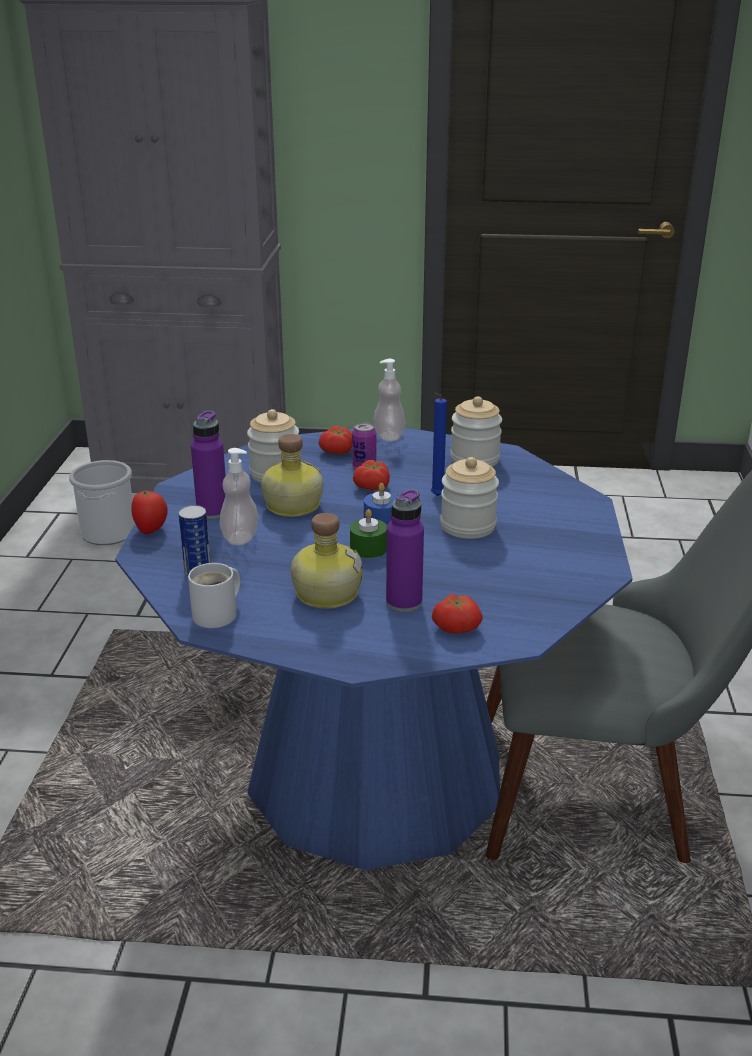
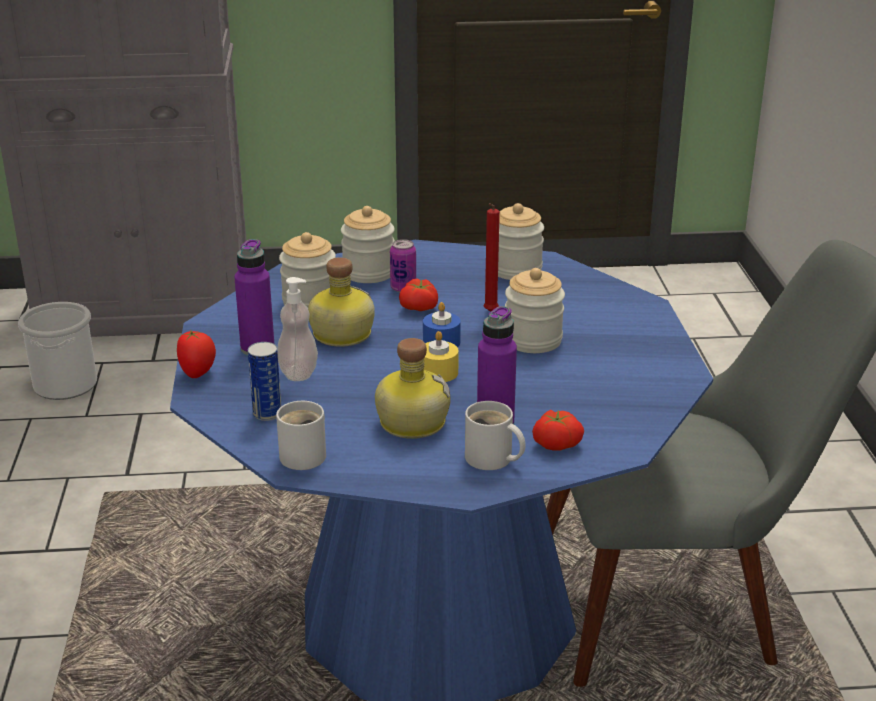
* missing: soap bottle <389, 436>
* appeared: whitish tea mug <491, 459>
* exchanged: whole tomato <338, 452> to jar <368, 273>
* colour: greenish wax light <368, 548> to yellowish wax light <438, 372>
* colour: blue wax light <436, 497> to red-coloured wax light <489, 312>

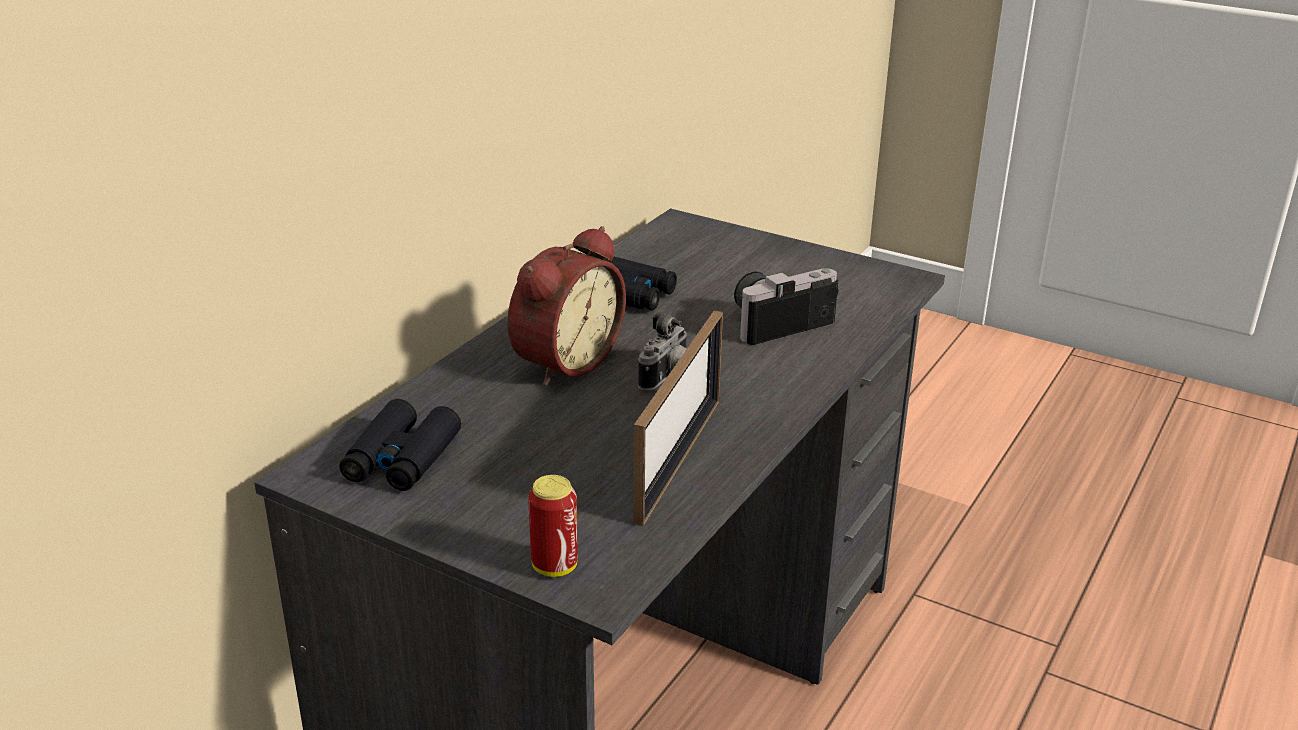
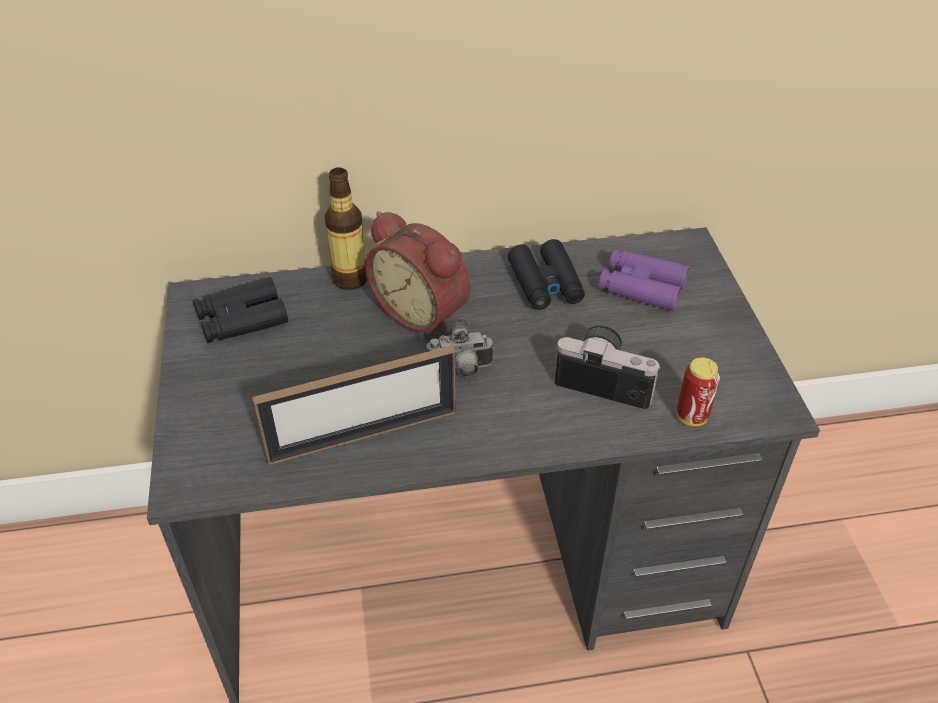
* appeared: beverage bottle <350, 279>
* appeared: purple pair of binoculars <641, 287>
* relocated: sealed can <554, 567> to <691, 416>
* spun: table clock <563, 361> = <423, 312> 45 degrees clockwise

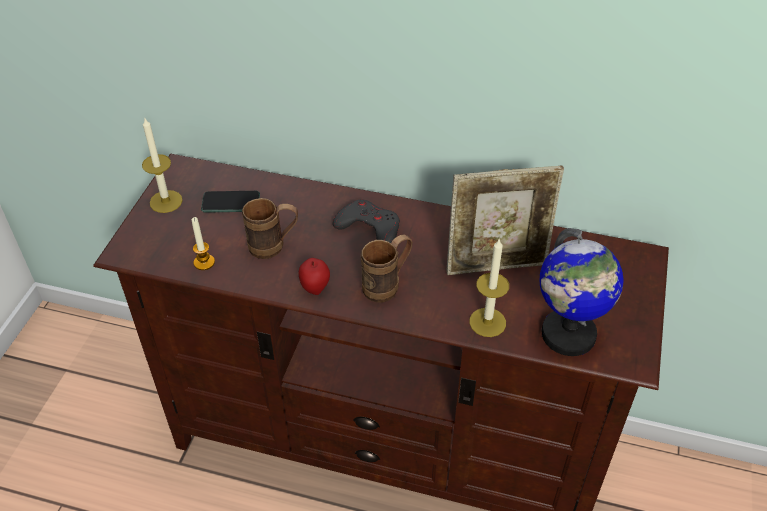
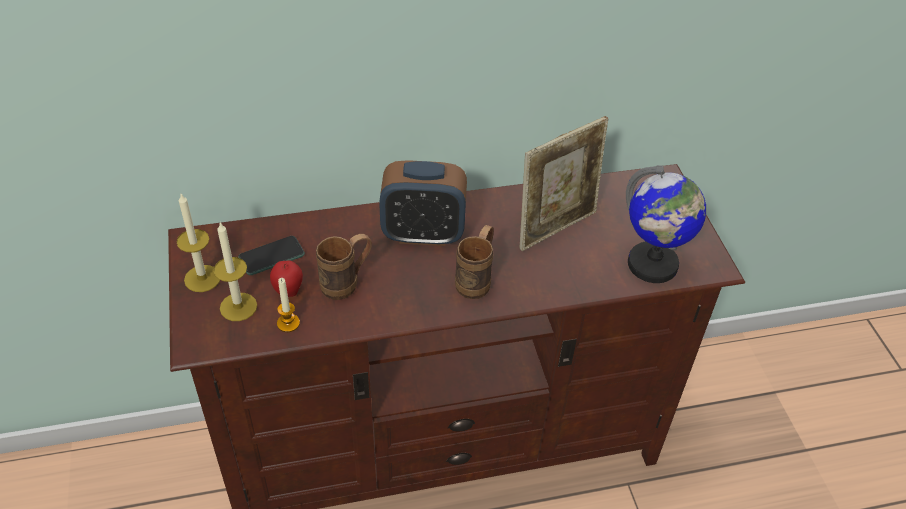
* relocated: apple fruit <315, 288> to <288, 291>
* relocated: wax light <487, 322> to <238, 307>
* exchanged: gray gamepad <369, 228> to table clock <423, 234>

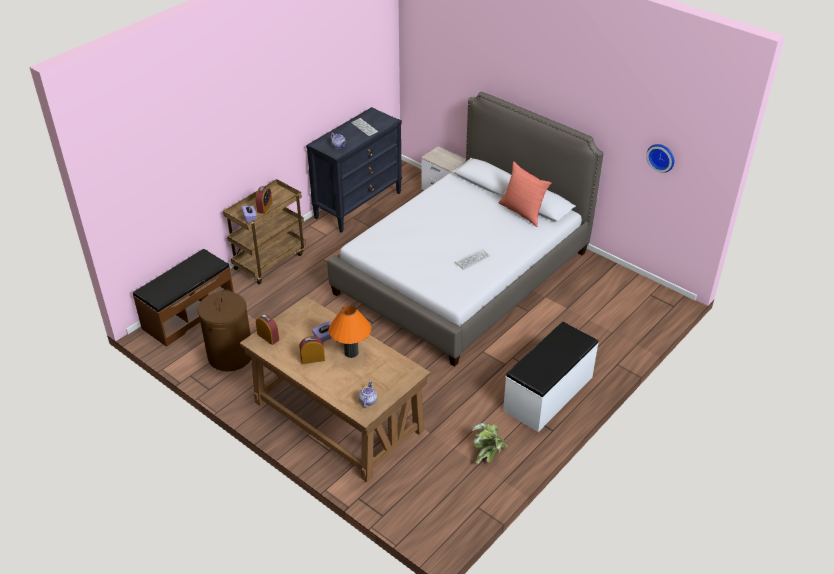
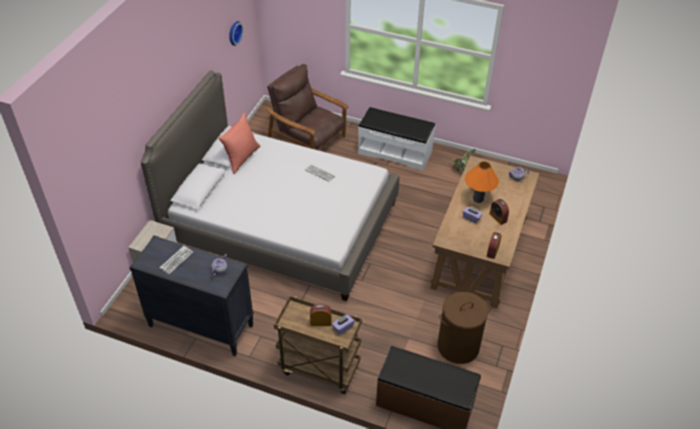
* appeared: brown-coloured lounge chair <308, 138>

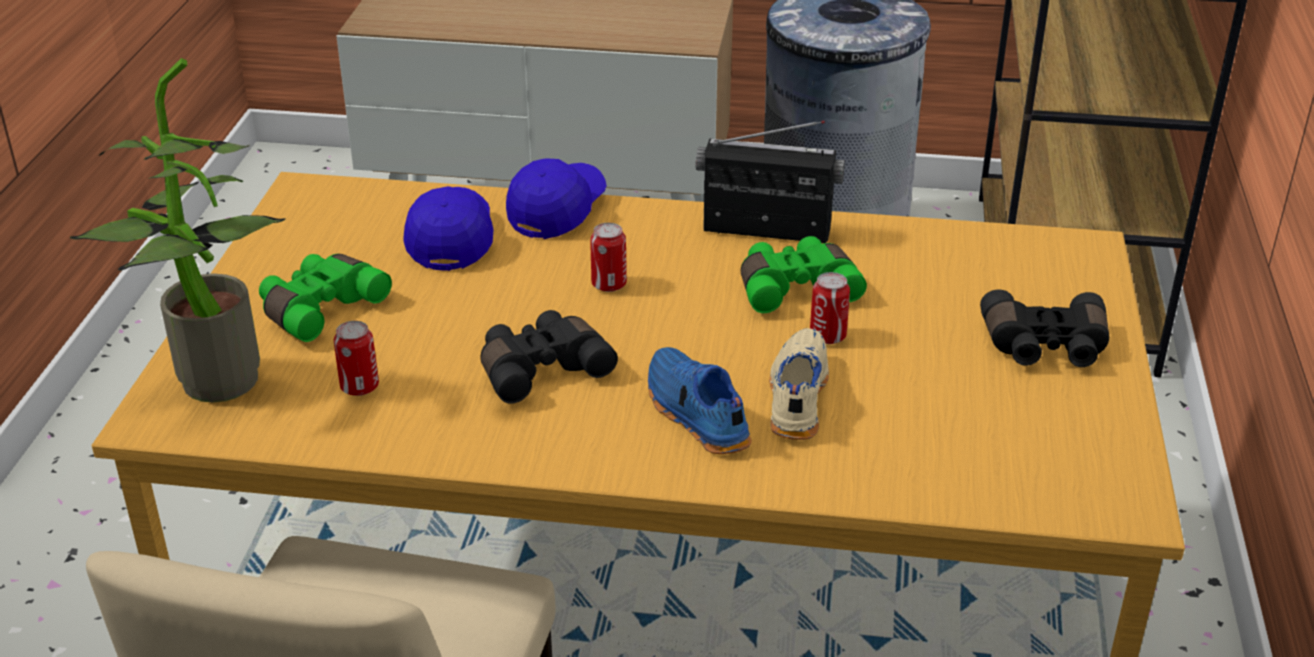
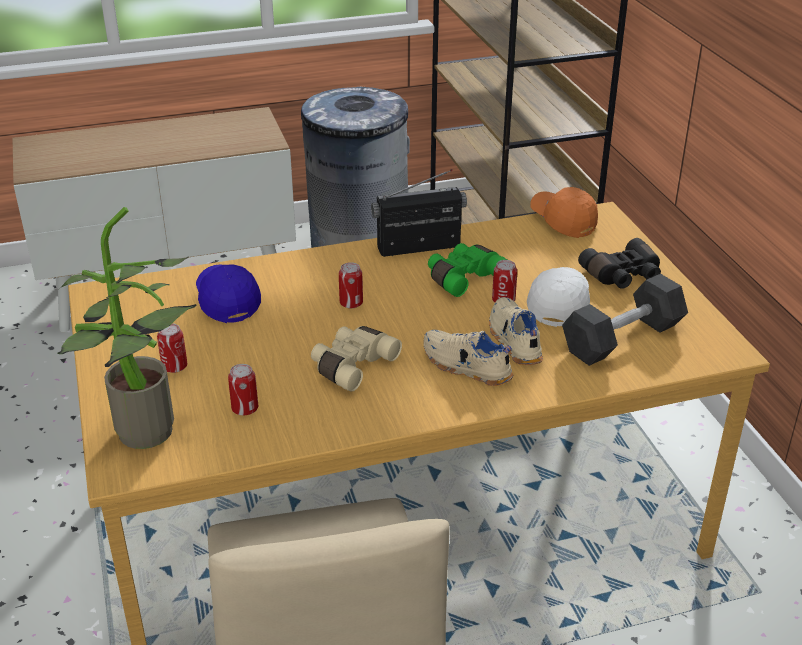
* missing: blue peaked cap <557, 211>
* appeared: whitish peaked cap <559, 304>
* appeared: orange peaked cap <562, 221>
* appeared: black-coloured dumbbell <622, 338>
* exchanged: greenish pair of binoculars <319, 308> to sealed can <174, 367>
* colour: black-coloured pair of binoculars <541, 368> to beige-coloured pair of binoculars <351, 365>
* colour: blue low shoe <694, 415> to beige-coloured low shoe <465, 367>

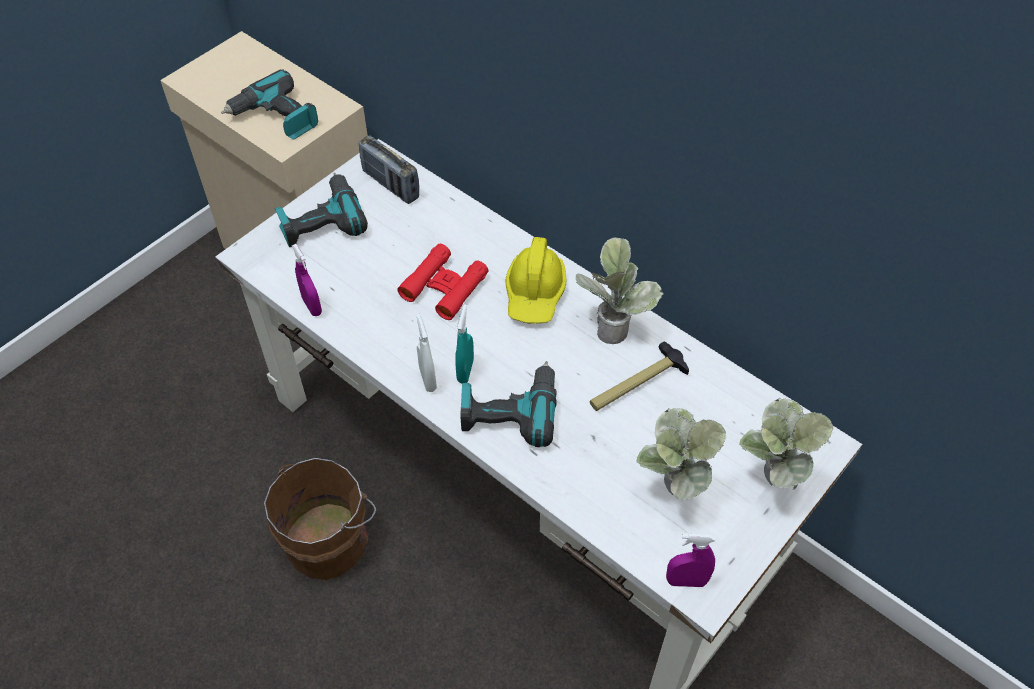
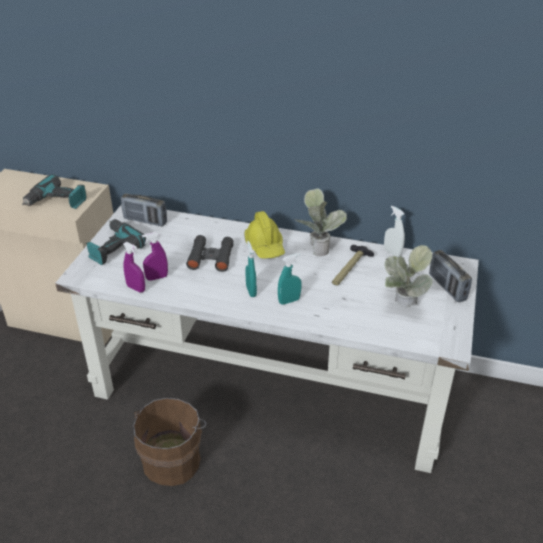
* relocated: whitish hand sprayer <428, 379> to <392, 253>
* relocated: purple hand sprayer <686, 581> to <157, 277>
* exchanged: drill <509, 410> to blue-green hand sprayer <289, 301>
* exchanged: houseplant <770, 479> to radio set <447, 287>
* colour: red-coloured pair of binoculars <444, 287> to black-coloured pair of binoculars <211, 257>

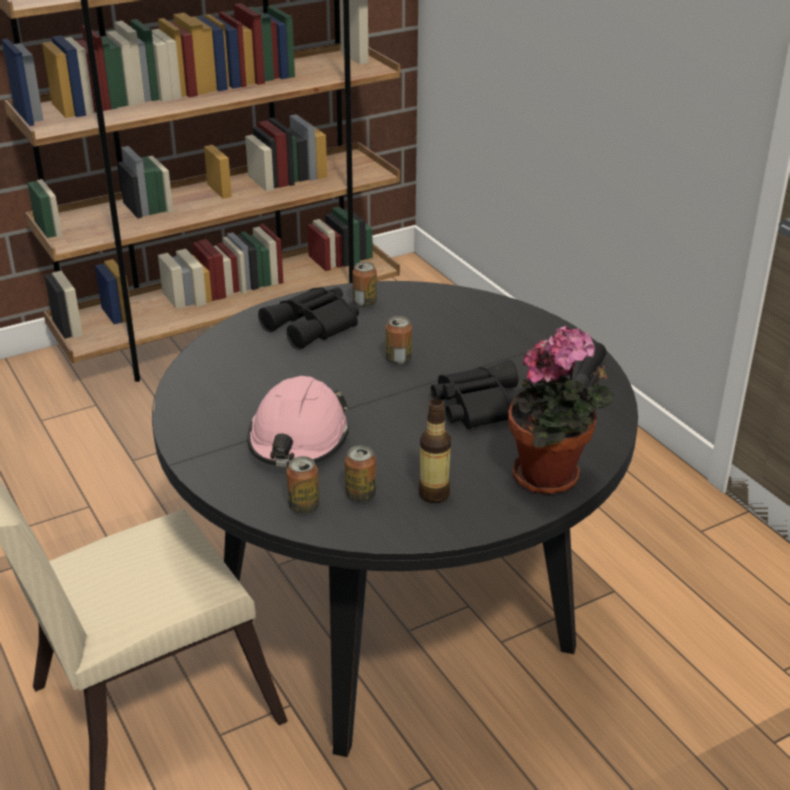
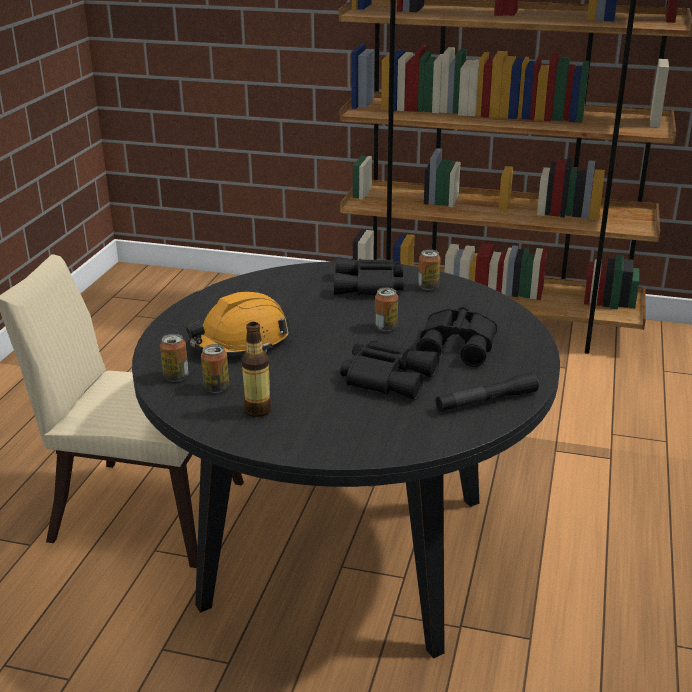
* missing: houseplant <552, 478>
* appeared: black-coloured pair of binoculars <459, 345>
* colour: pink work helmet <298, 440> to orange work helmet <240, 342>

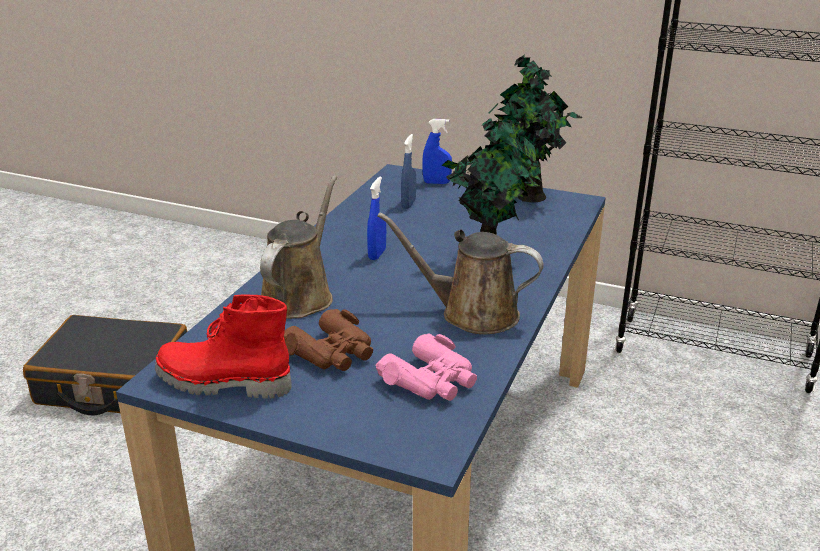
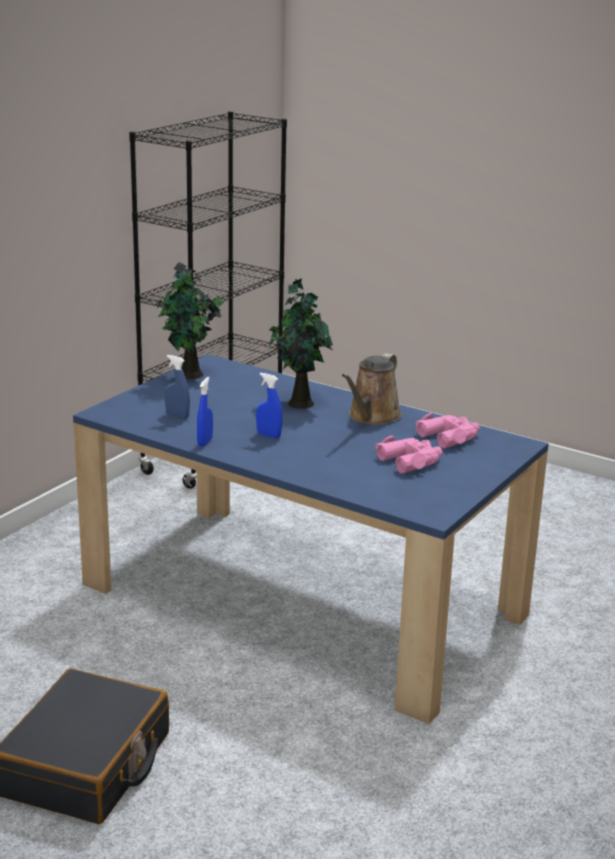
* missing: red-coloured boot <222, 383>
* missing: brown-coloured watering pot <299, 296>
* relocated: blue hand sprayer <436, 183> to <205, 442>
* colour: brown-coloured pair of binoculars <332, 352> to pink pair of binoculars <411, 461>

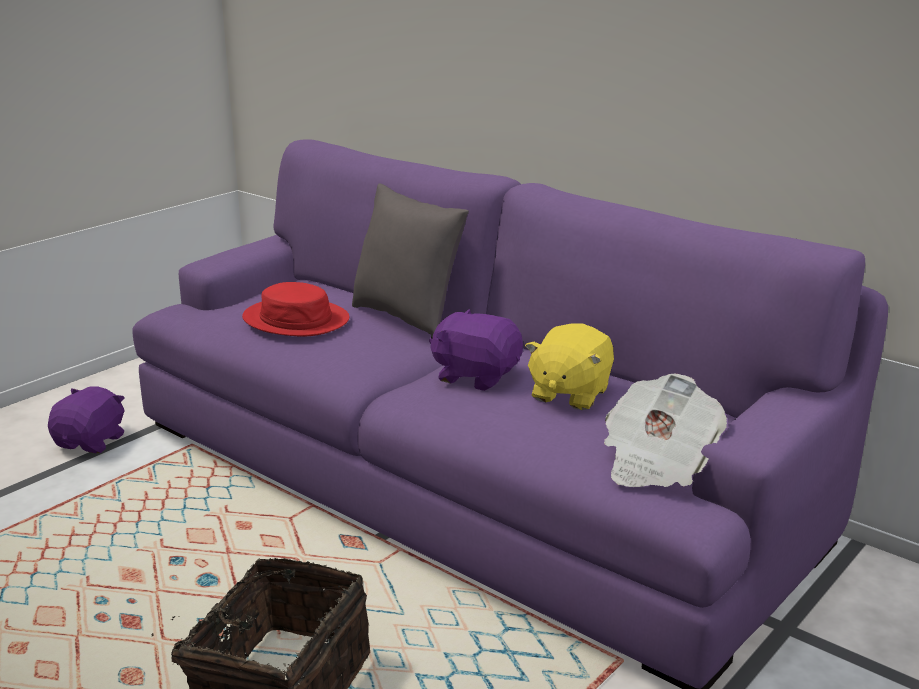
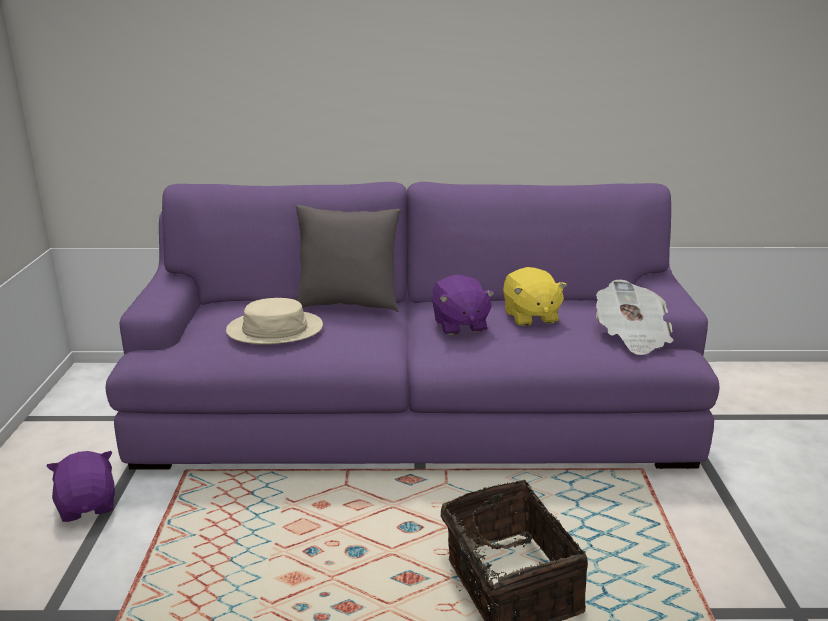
* colour: red-coloured hat <296, 319> to beige-coloured hat <275, 329>
* spun: purple plush toy <476, 376> = <459, 325> 90 degrees counterclockwise

